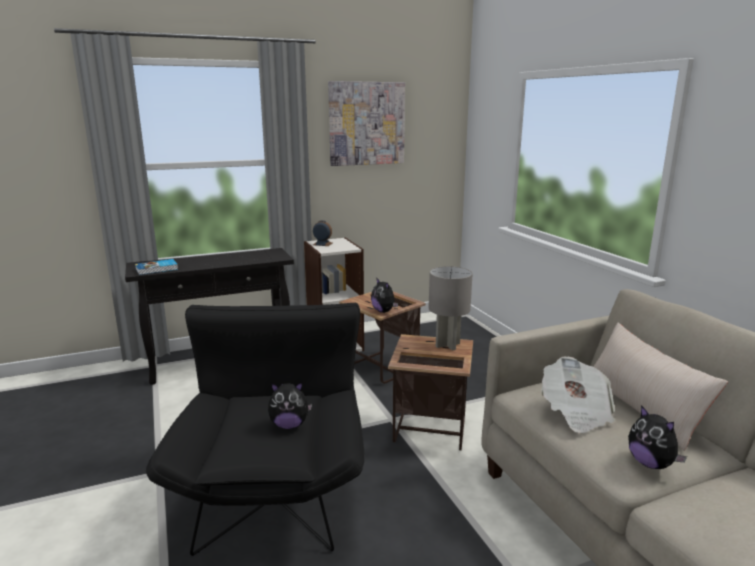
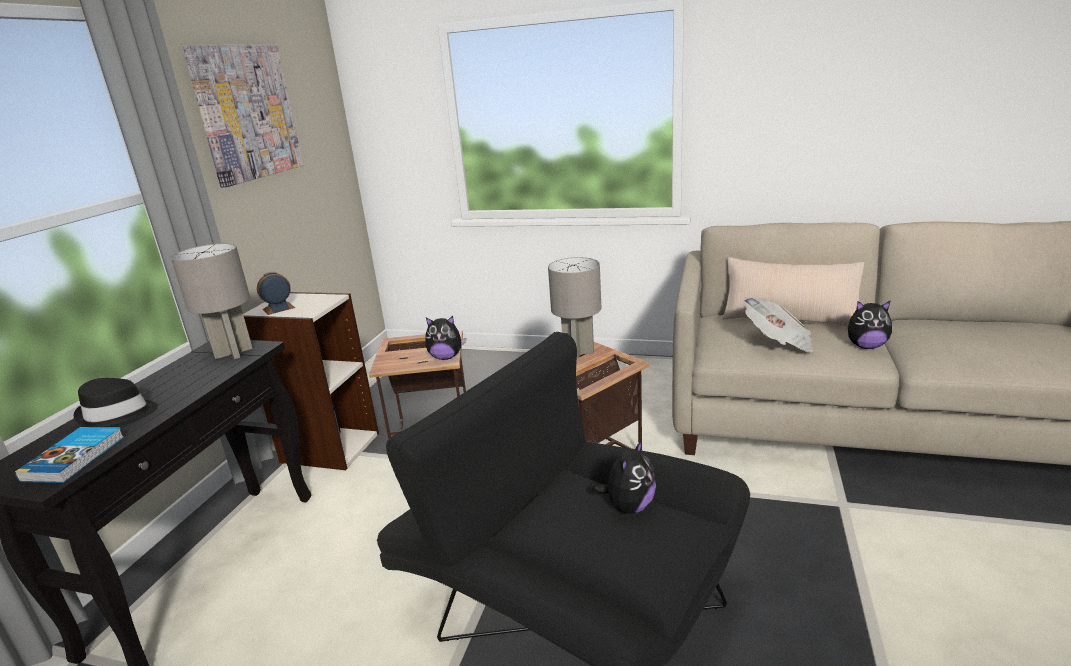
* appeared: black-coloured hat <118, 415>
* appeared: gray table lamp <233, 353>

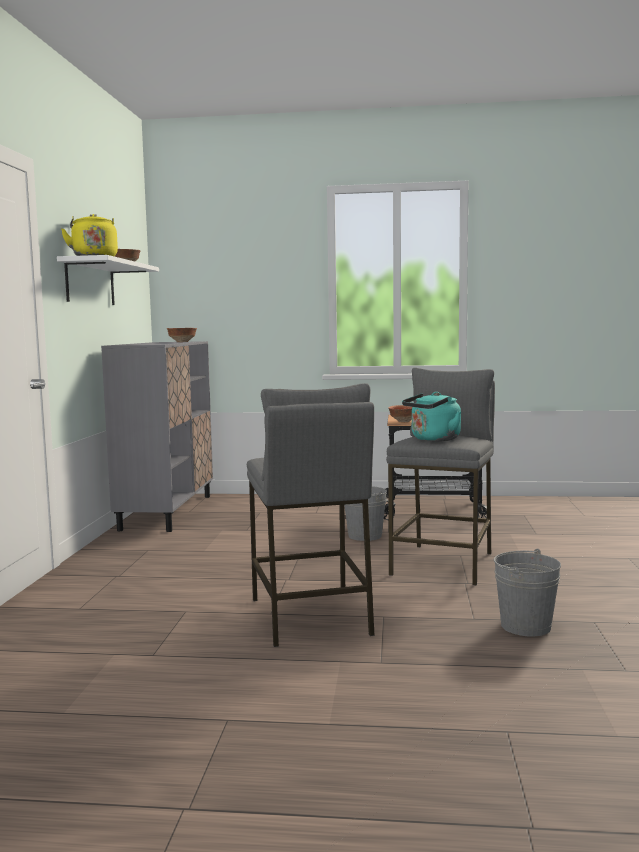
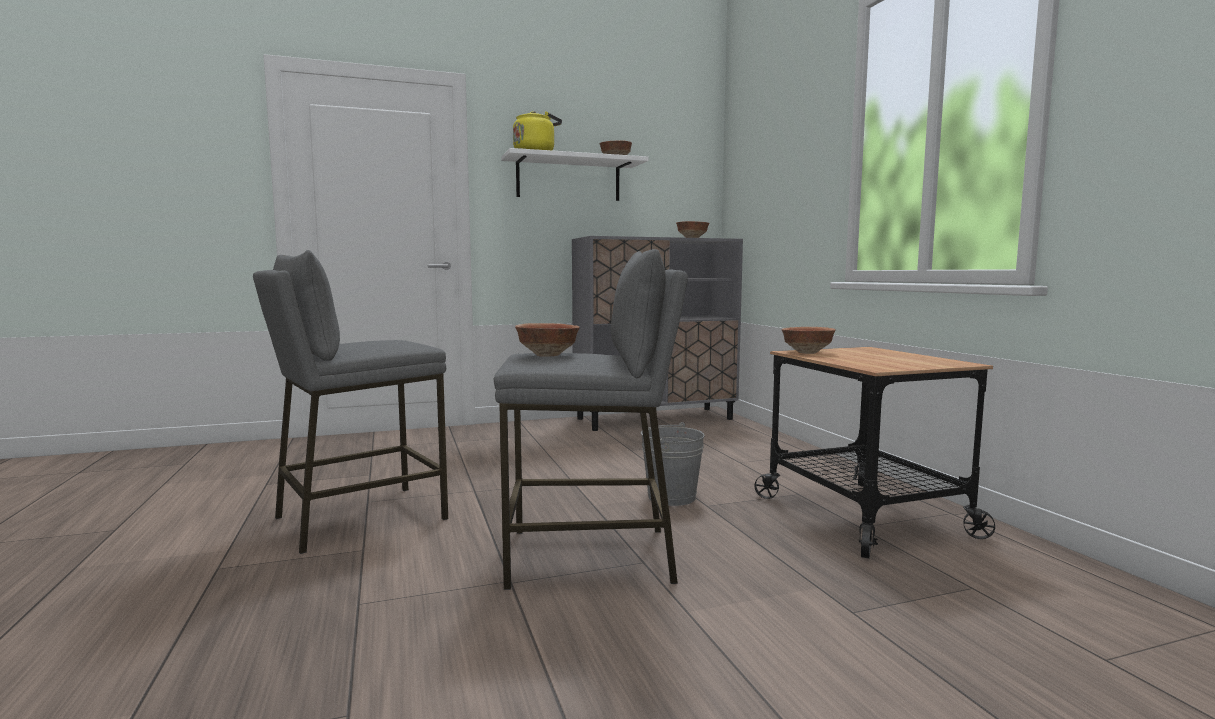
* missing: gray bucket <525, 626>
* exchanged: blue-green kettle <433, 439> to deep dish <548, 355>

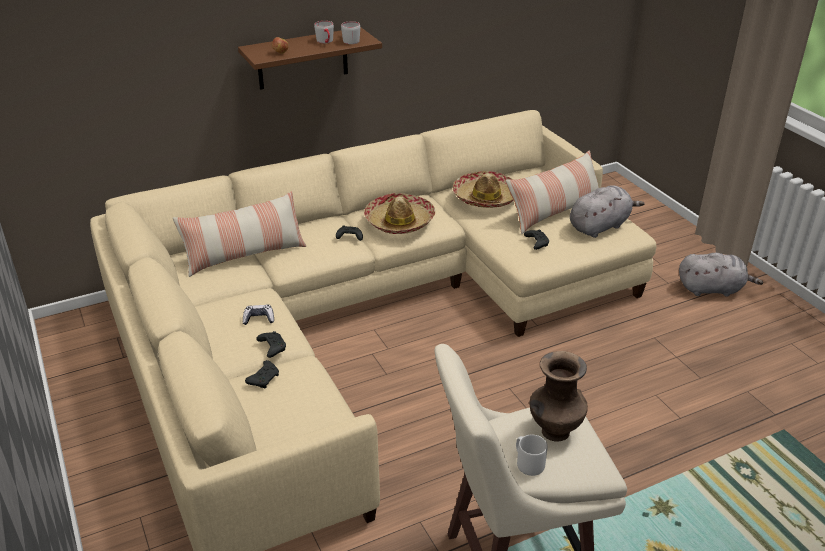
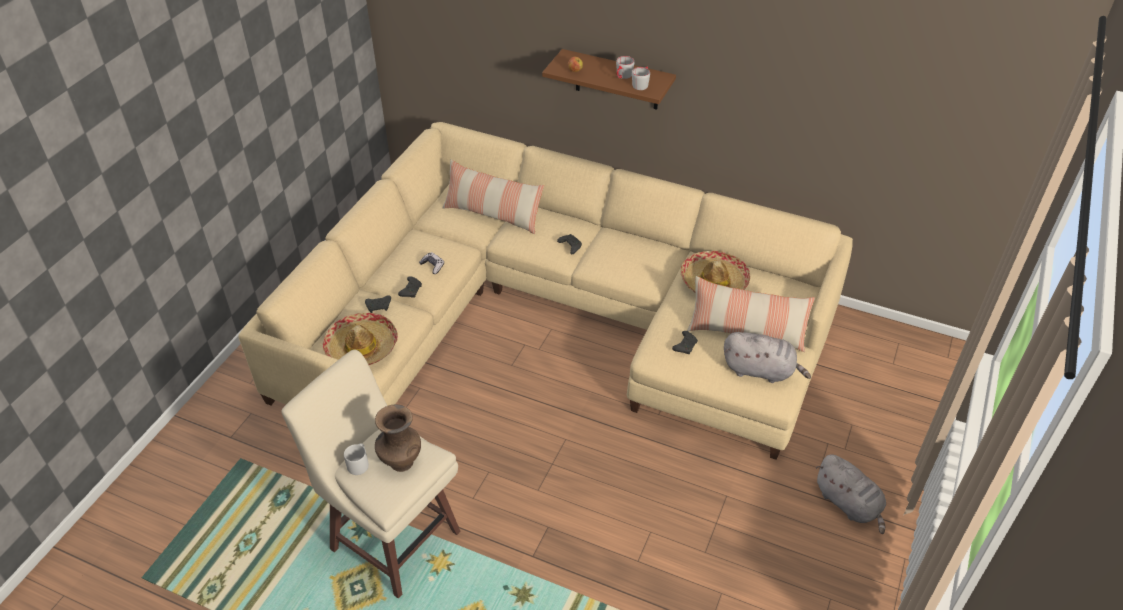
* relocated: hat <399, 221> to <362, 347>

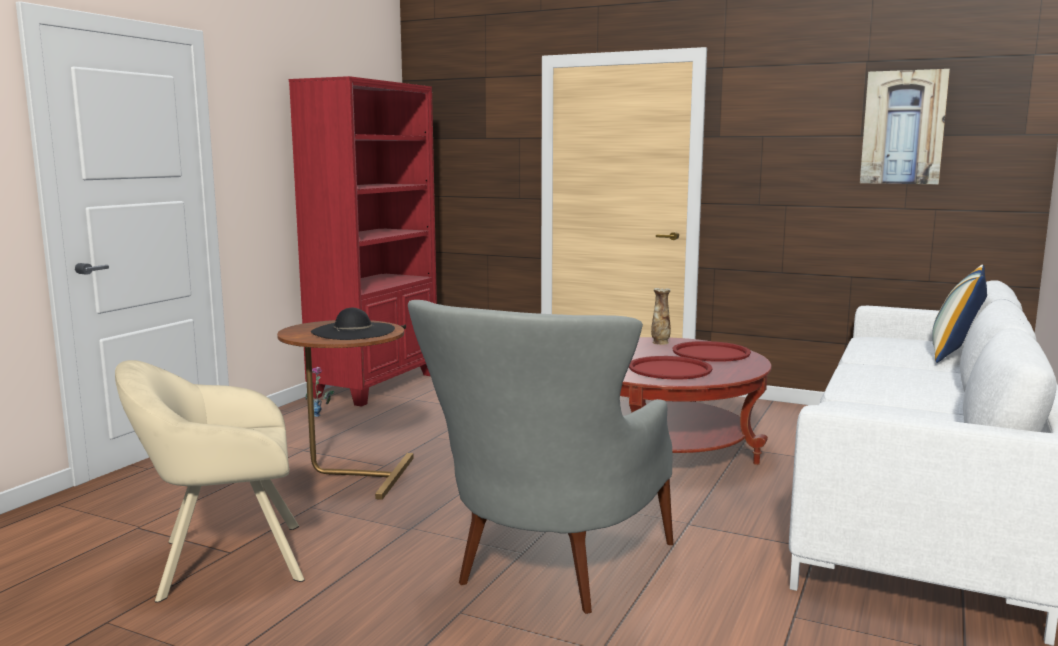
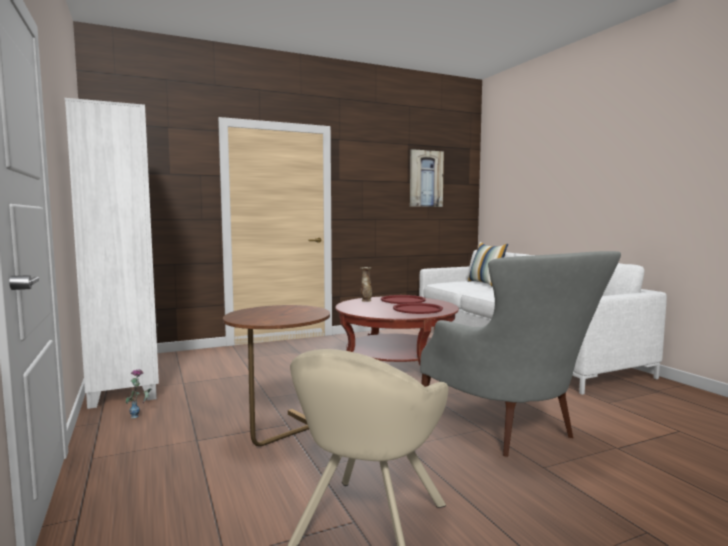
* missing: black-coloured hat <353, 331>
* colour: red-coloured bookcase <376, 385> to whitish bookcase <126, 383>

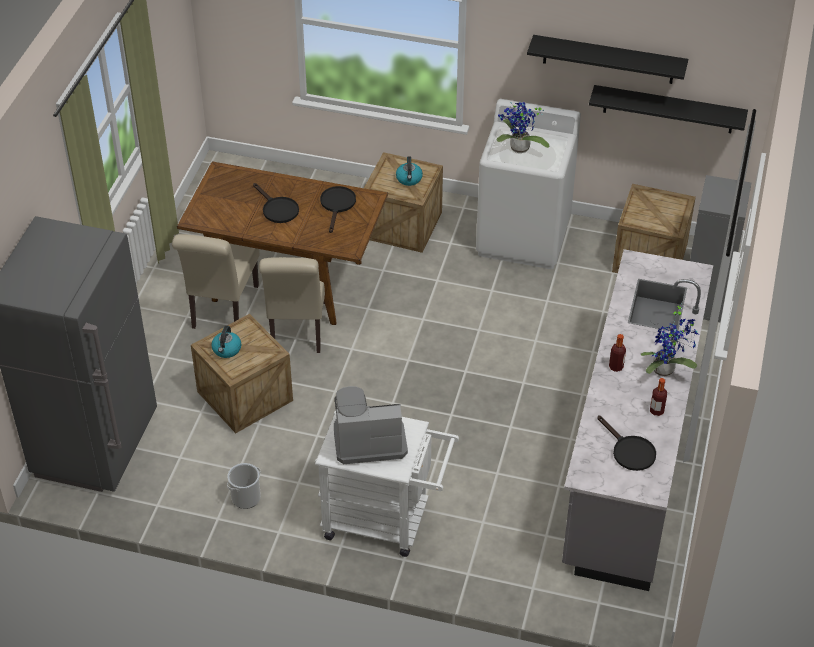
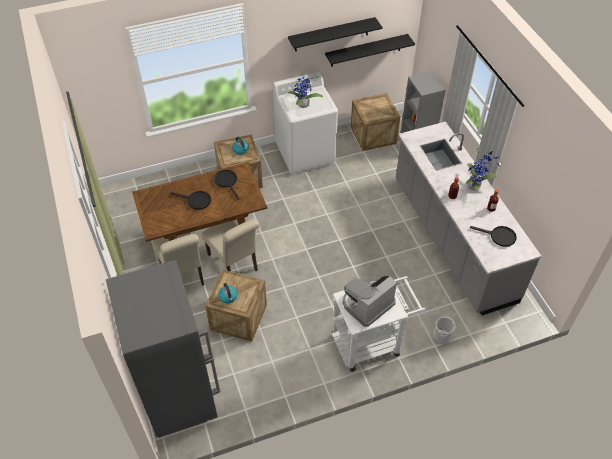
* relocated: bucket <246, 497> to <442, 336>

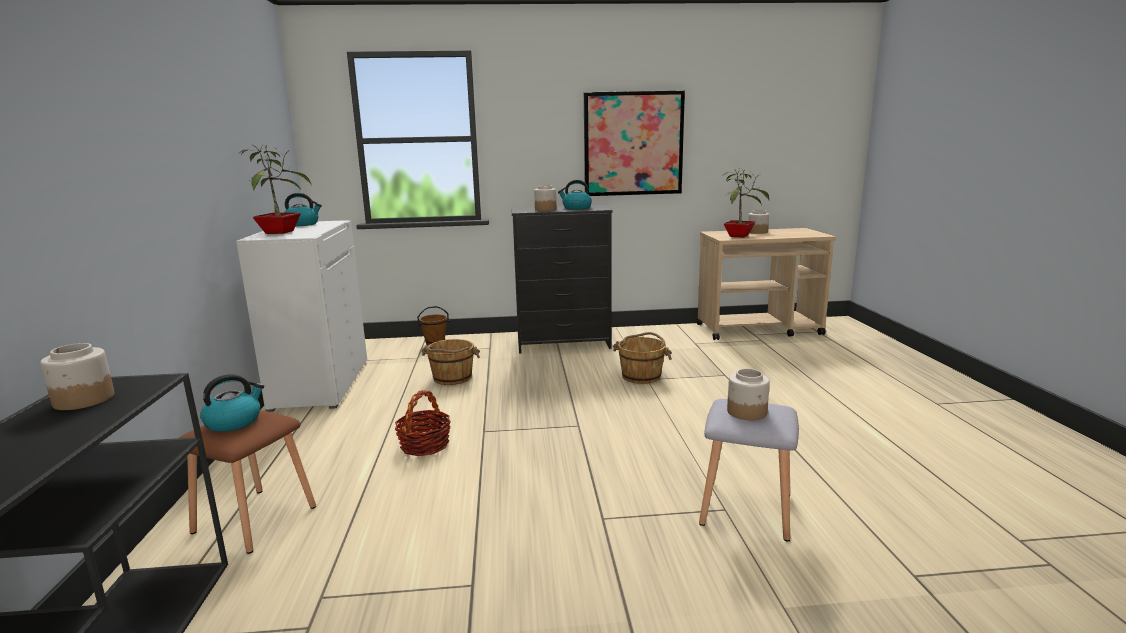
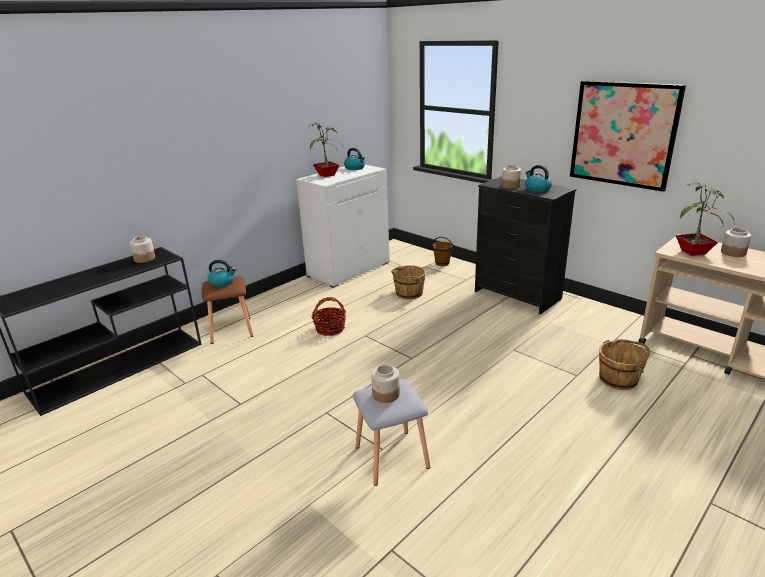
* relocated: brown-coloured bucket <641, 376> to <619, 379>

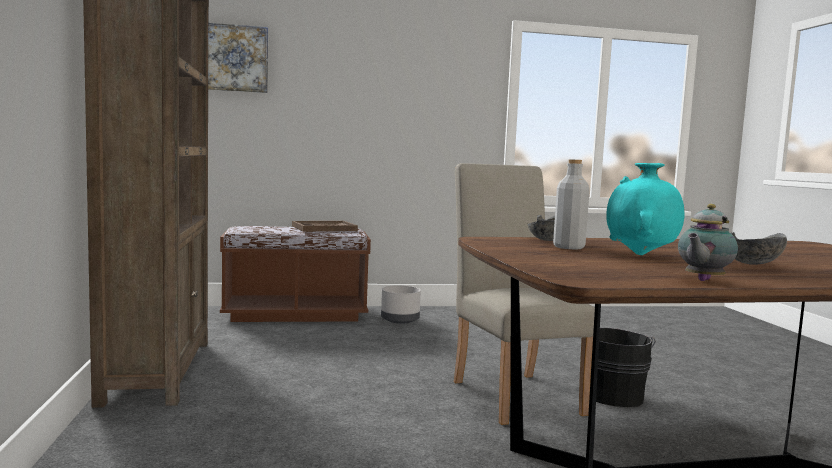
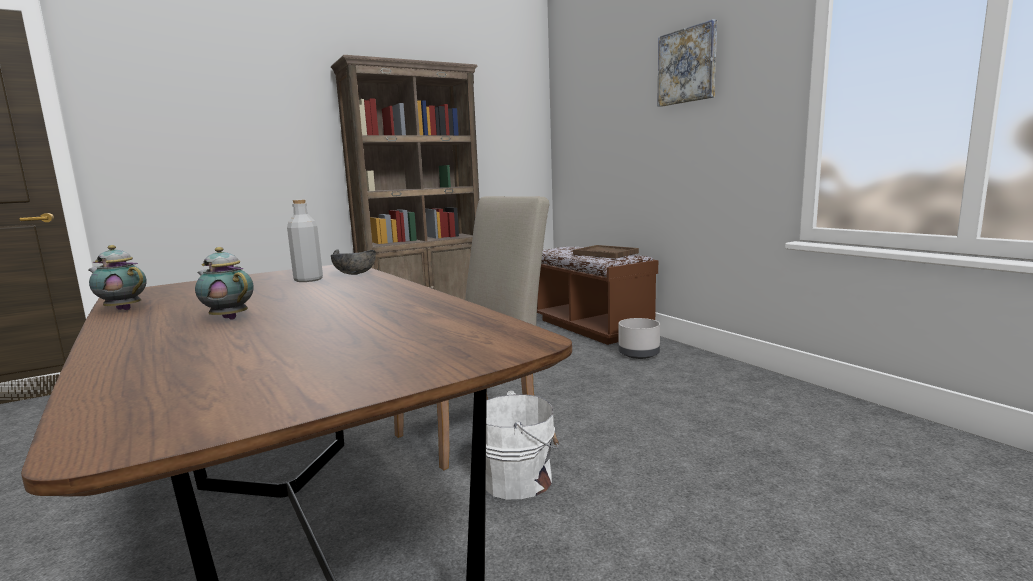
* missing: blue-green decorative vase <641, 255>
* relocated: wall picture <235, 58> to <687, 66>
* exchanged: gray deep dish <752, 264> to tea pot <228, 318>
* colour: black-coloured bucket <613, 395> to whitish bucket <520, 479>

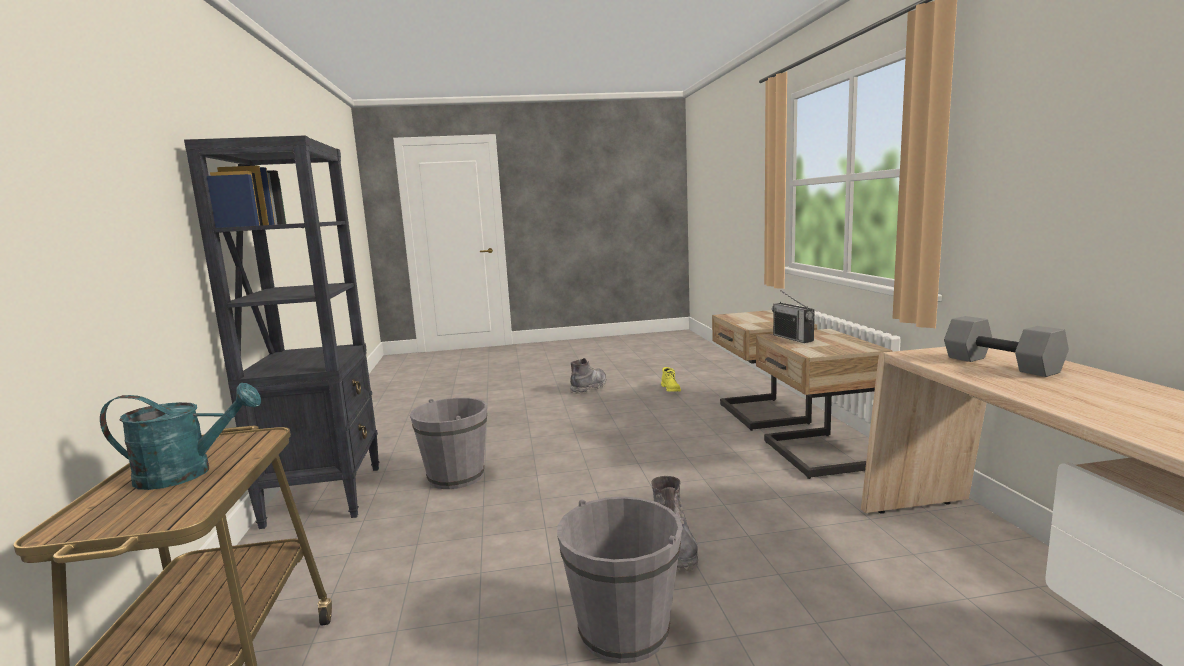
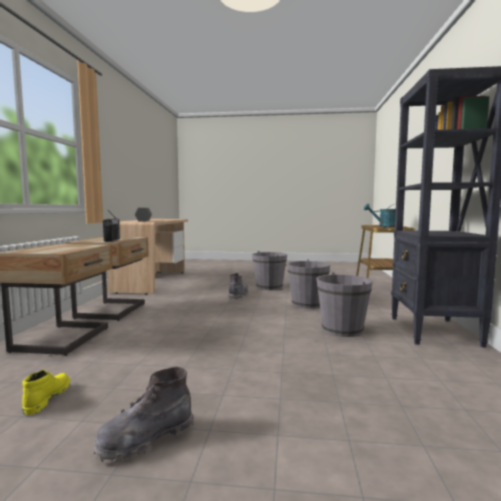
* appeared: gray bucket <307, 304>

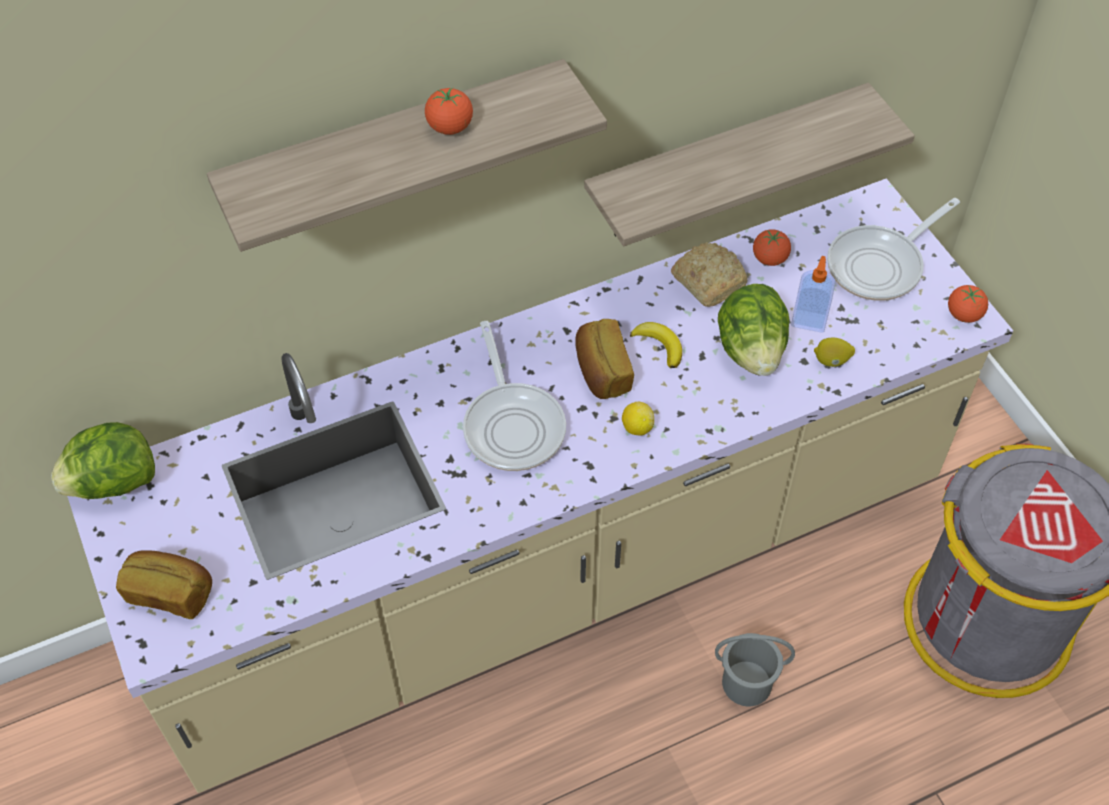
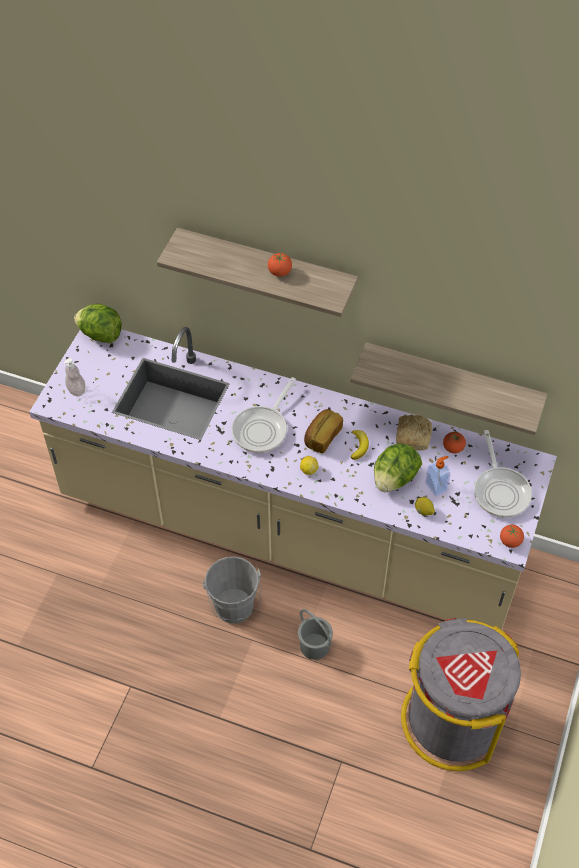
* appeared: gray bucket <234, 610>
* exchanged: bakery bread <170, 592> to soap bottle <76, 390>
* spun: pan <880, 265> = <500, 490> 105 degrees counterclockwise

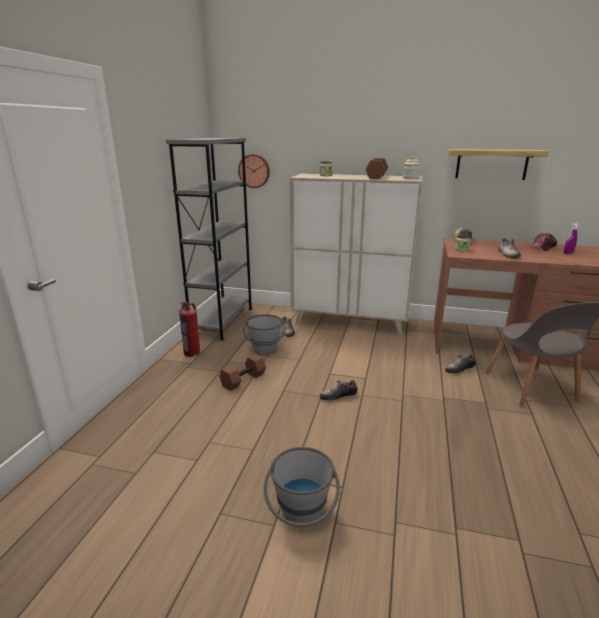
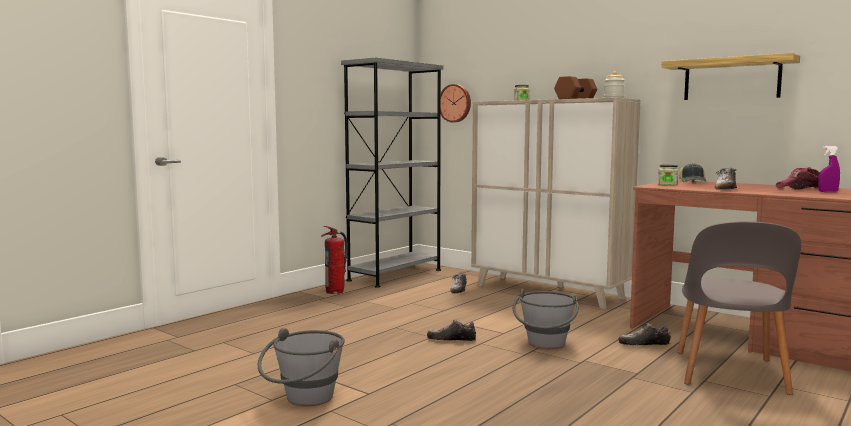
* missing: brown-coloured dumbbell <243, 380>
* relocated: gray bucket <265, 351> to <545, 345>

